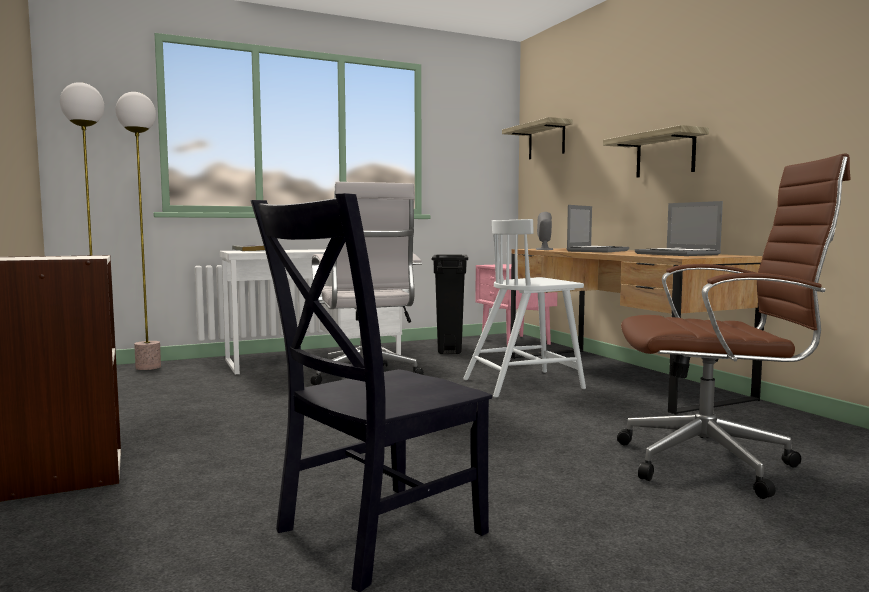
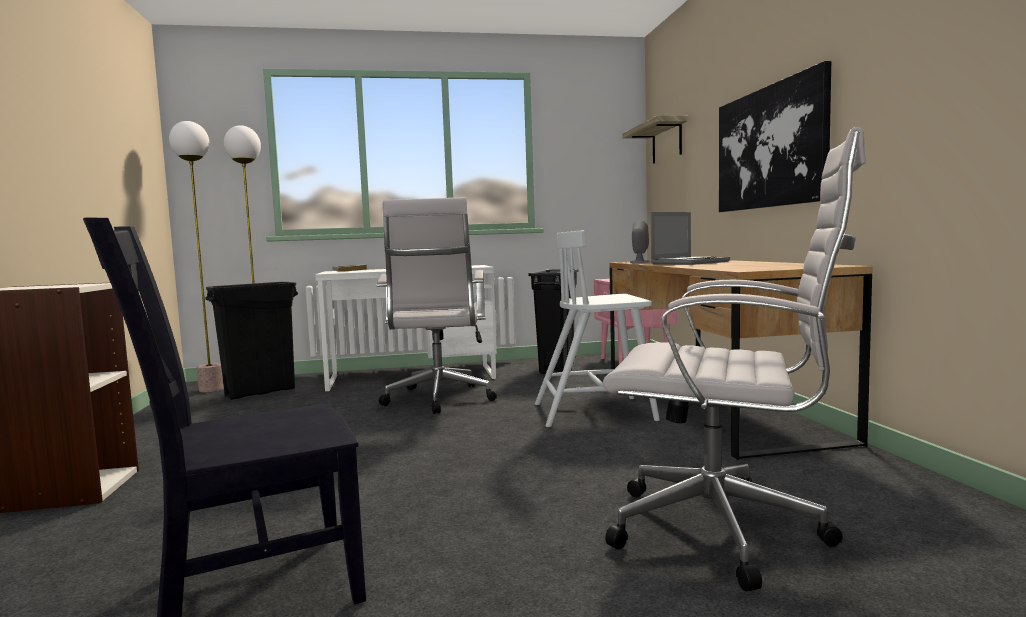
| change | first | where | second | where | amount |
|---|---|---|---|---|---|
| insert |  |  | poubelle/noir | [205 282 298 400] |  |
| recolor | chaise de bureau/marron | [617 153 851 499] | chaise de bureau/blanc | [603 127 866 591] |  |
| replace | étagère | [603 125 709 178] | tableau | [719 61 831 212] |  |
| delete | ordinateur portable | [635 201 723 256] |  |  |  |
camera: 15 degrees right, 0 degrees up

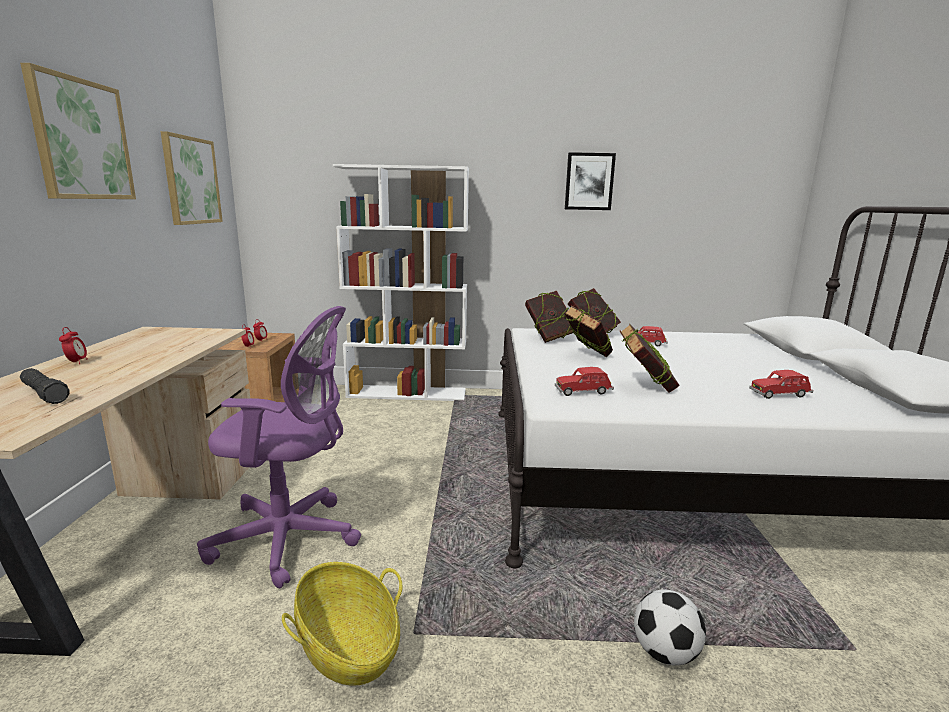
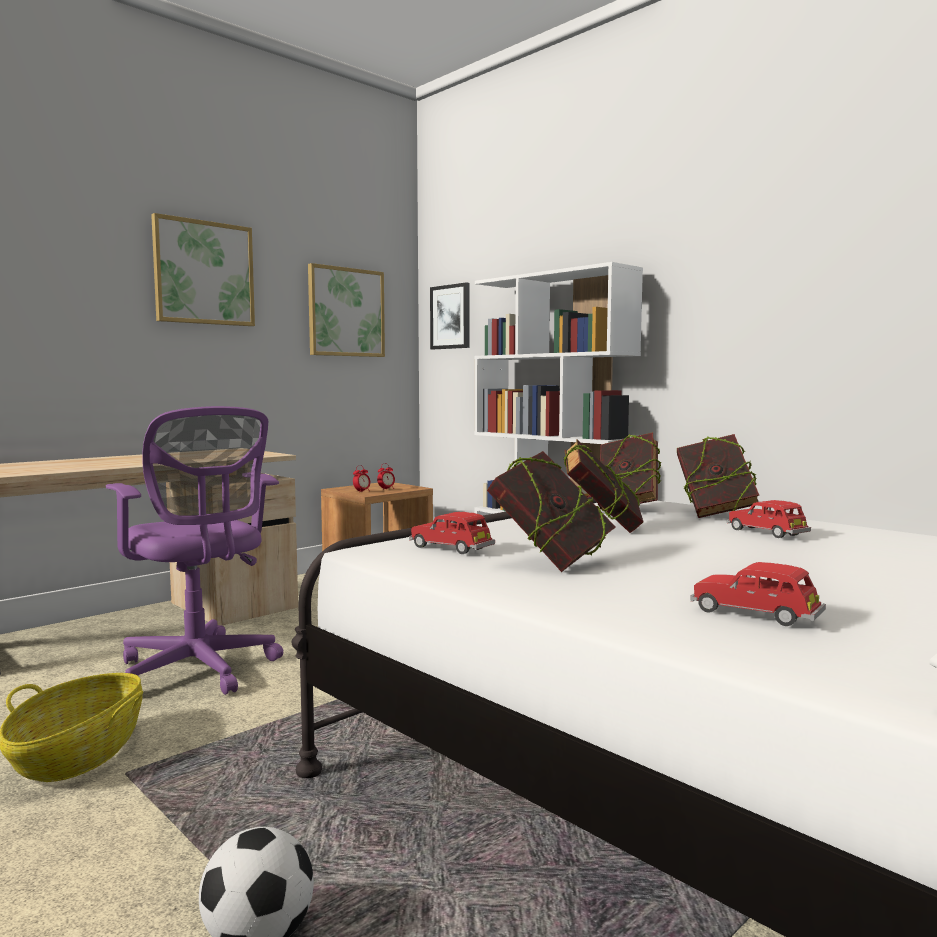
| change | first | where | second | where | amount |
|---|---|---|---|---|---|
| move | tableau | [565 152 616 210] |  | [430 283 469 349] |  |
| delete | lampe de poche/noir | [20 368 69 404] |  |  |  |
| delete | réveil | [59 327 87 364] |  |  |  |
camera: 45 degrees right, 10 degrees down

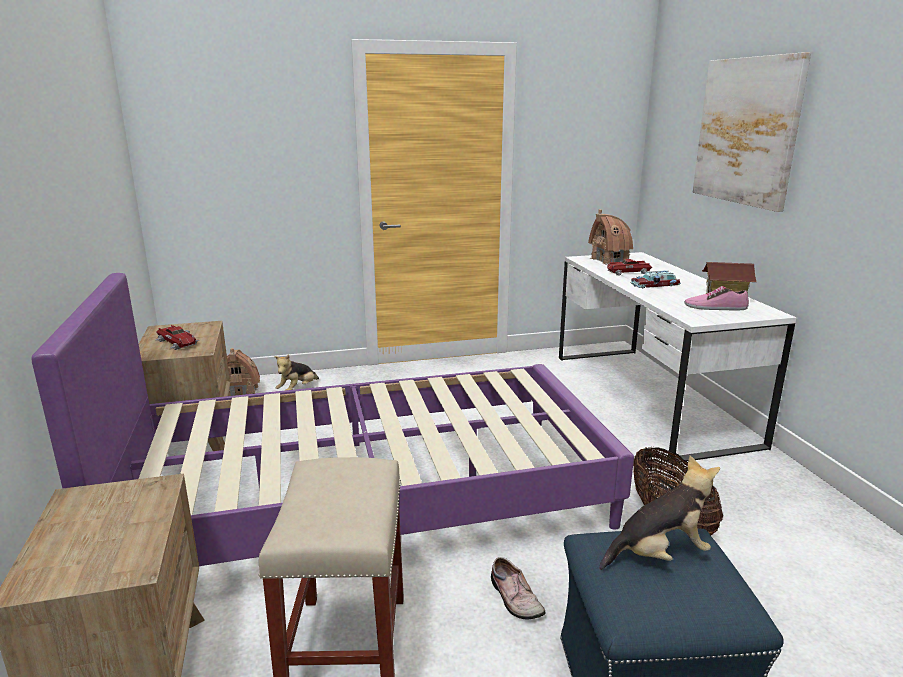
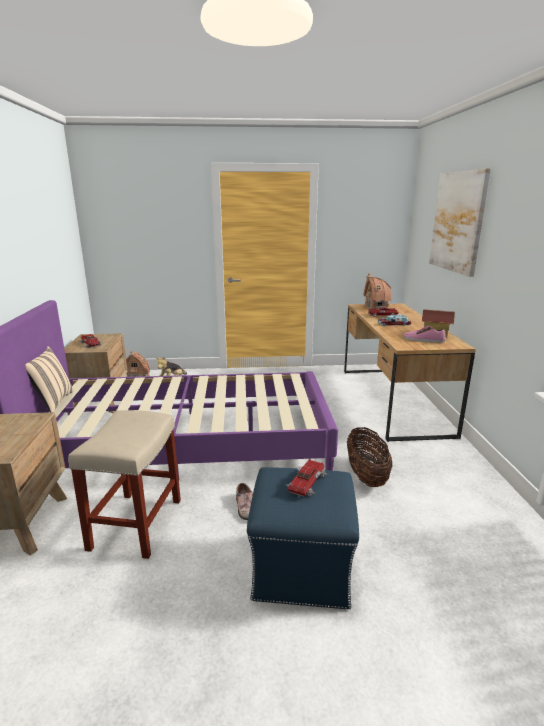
| change | first | where | second | where | amount |
|---|---|---|---|---|---|
| insert |  |  | coussin/beige | [26 346 74 412] |  |
| replace | peluche | [599 456 720 570] | petite voiture | [286 459 328 497] |  |
| recolor | bureau/blanc | [559 252 797 461] | bureau/marron | [344 304 476 442] |  |
camera: 10 degrees right, 0 degrees up

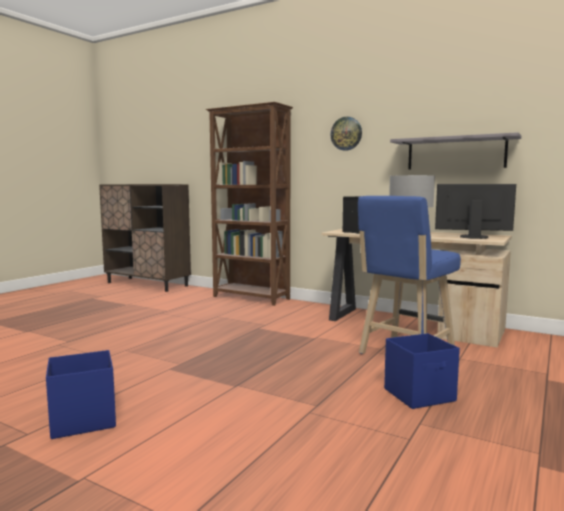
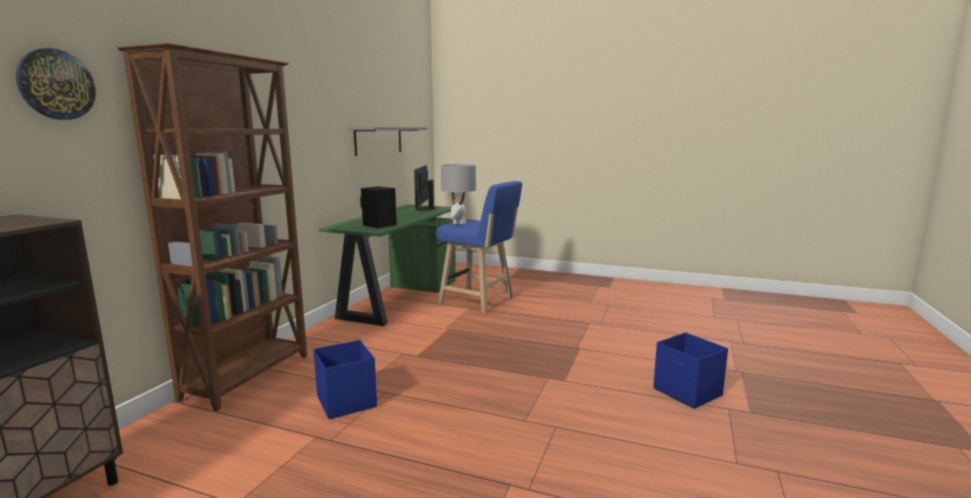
| change | first | where | second | where | amount |
|---|---|---|---|---|---|
| move | horloge murale | [330 117 362 151] |  | [16 48 96 120] |  |
| move | boîte de rangement/bleu | [384 333 460 409] |  | [313 340 377 419] |  |
| recolor | bureau/beige | [321 229 512 348] | bureau/vert | [319 204 456 326] |  |
camera: 100 degrees left, 5 degrees up

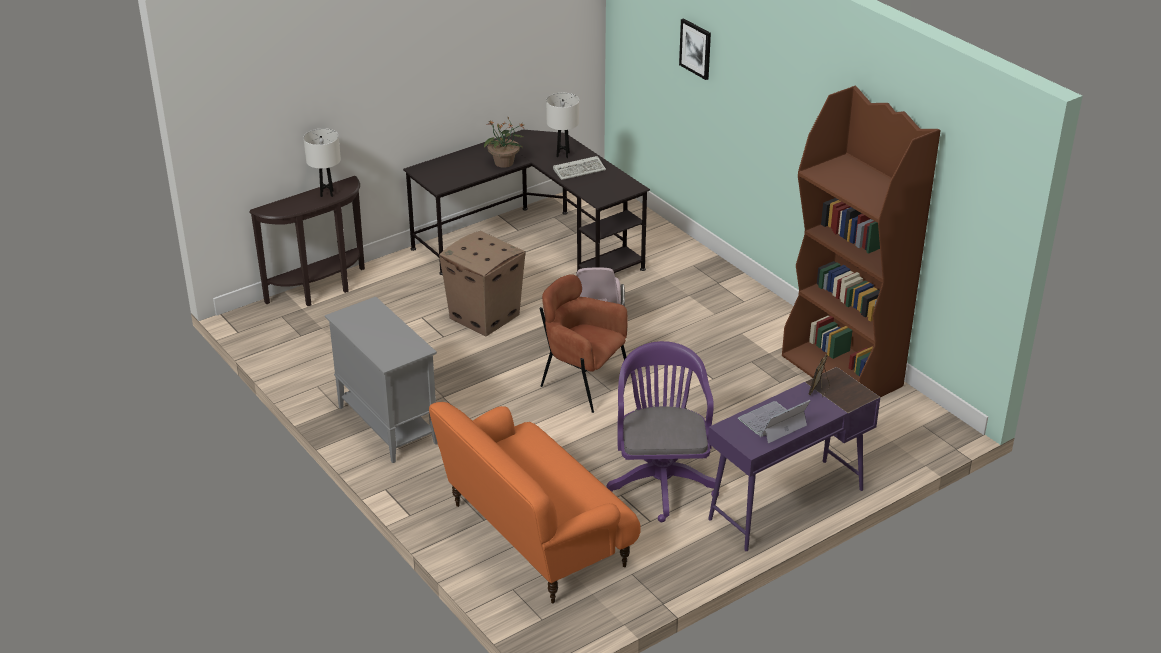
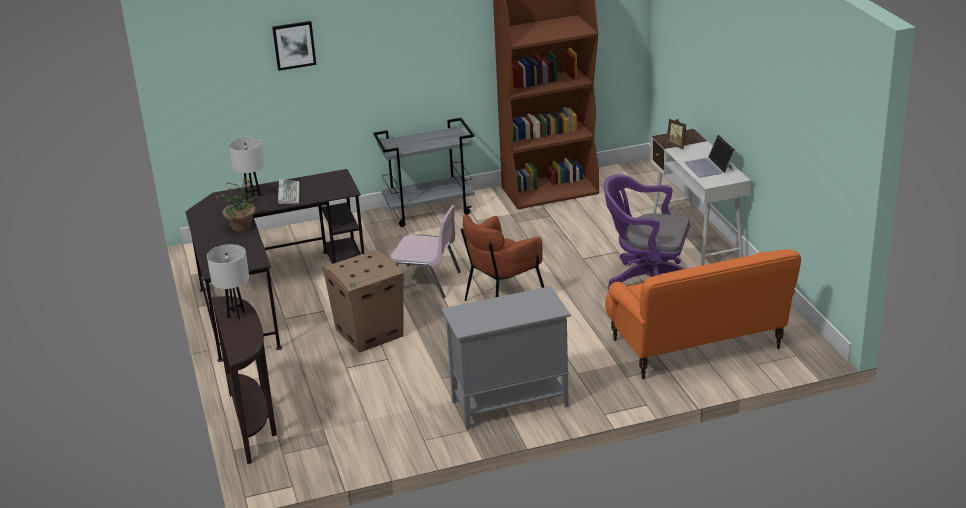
| change | first | where | second | where | amount |
|---|---|---|---|---|---|
| insert |  |  | chariot/gris | [373 118 475 227] |  |
| recolor | bureau/violet | [708 367 880 551] | bureau/blanc | [651 128 751 266] |  |
camera: 70 degrees left, 5 degrees down

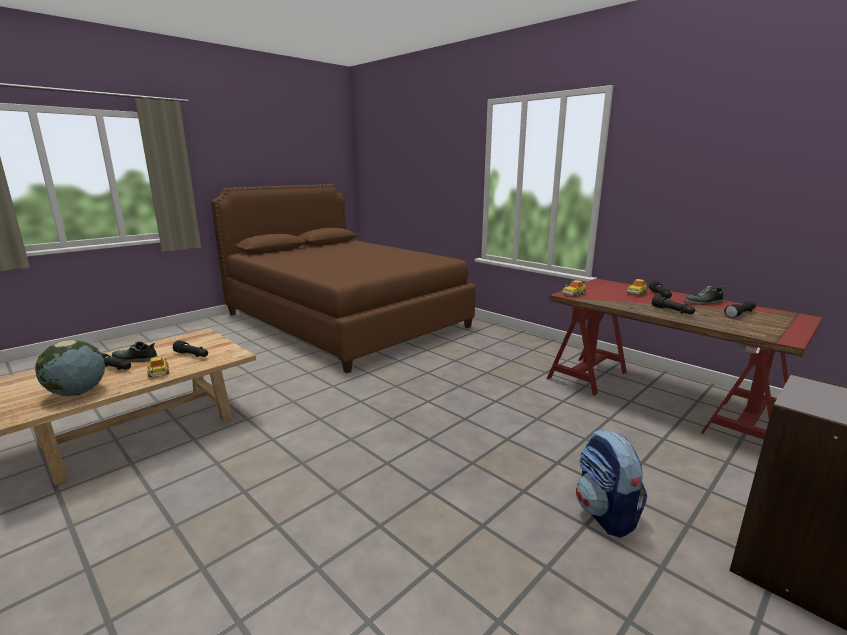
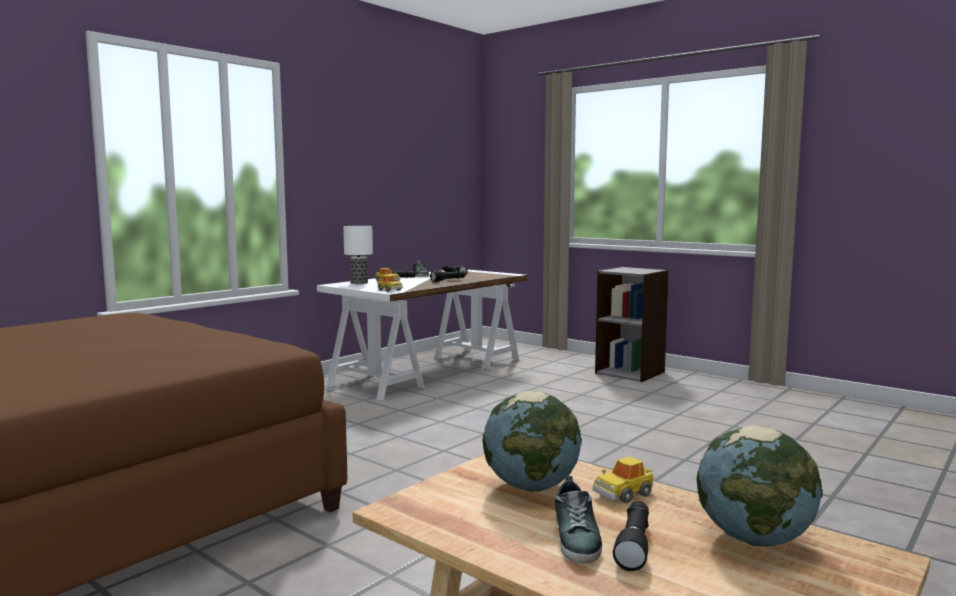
| change | first | where | second | where | amount |
|---|---|---|---|---|---|
| recolor | bureau/rouge | [547 279 823 440] | bureau/blanc | [317 270 528 401] |  |
| insert |  |  | lampe de table | [343 226 373 284] |  |
| replace | lampe de poche/noir | [173 340 208 357] | globe | [483 391 582 492] |  |
| delete | sac à dos | [576 429 647 538] |  |  |  |
camera: 95 degrees left, 10 degrees down

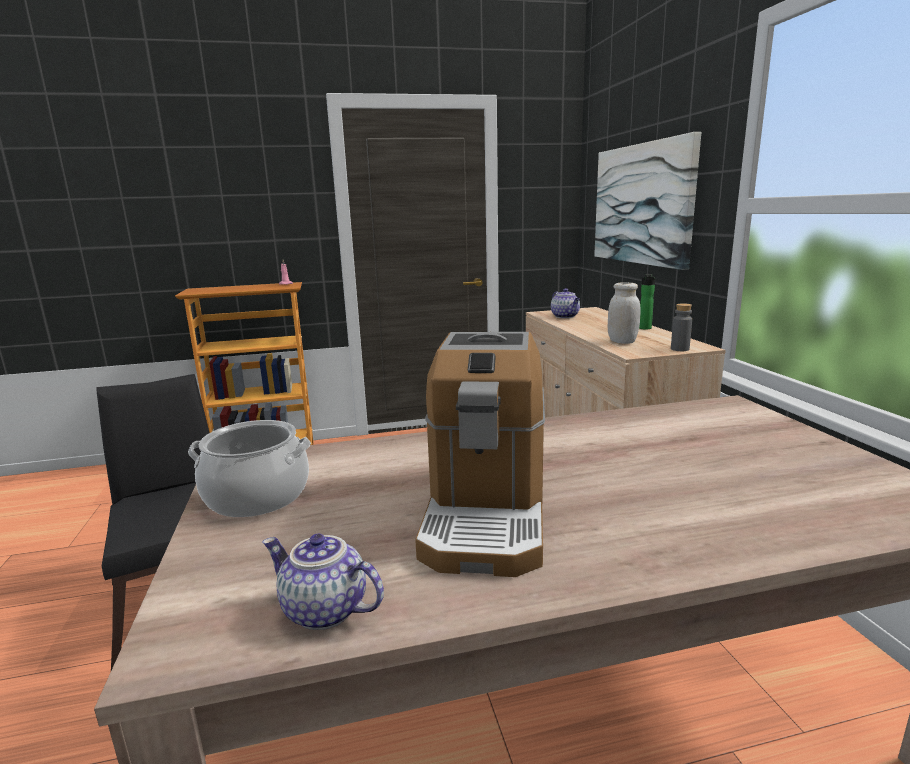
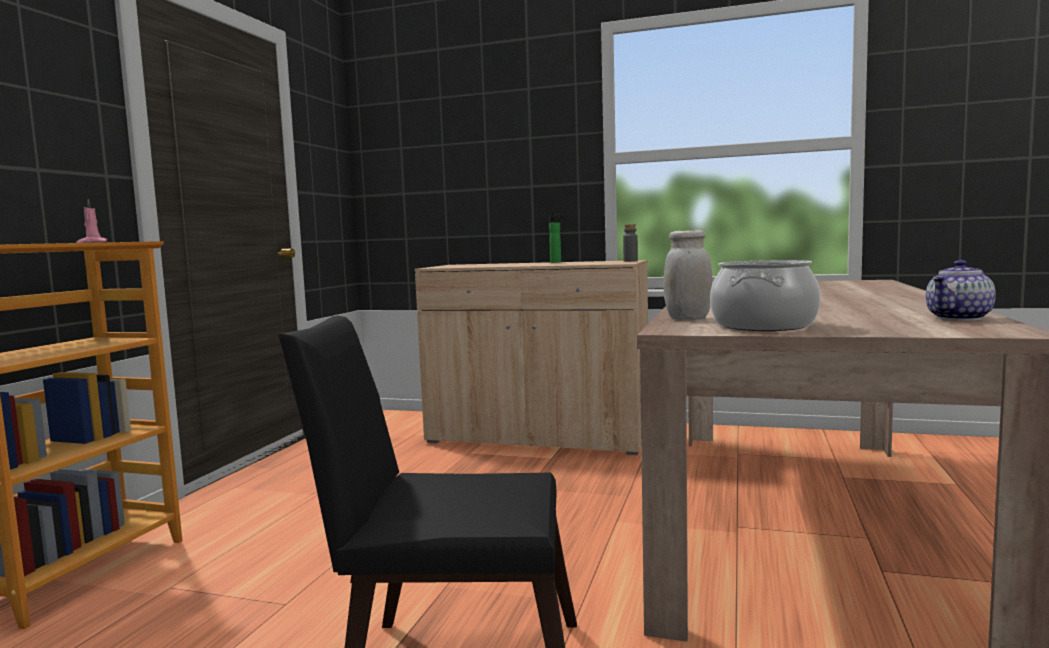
| change | first | where | second | where | amount |
|---|---|---|---|---|---|
| move | bocal/blanc | [608 282 641 344] |  | [663 230 712 320] |  |
| delete | machine à café | [415 332 545 577] |  |  |  |
| delete | théière | [551 288 580 318] |  |  |  |
| delete | tableau | [594 132 701 270] |  |  |  |
camera: 60 degrees left, 10 degrees down

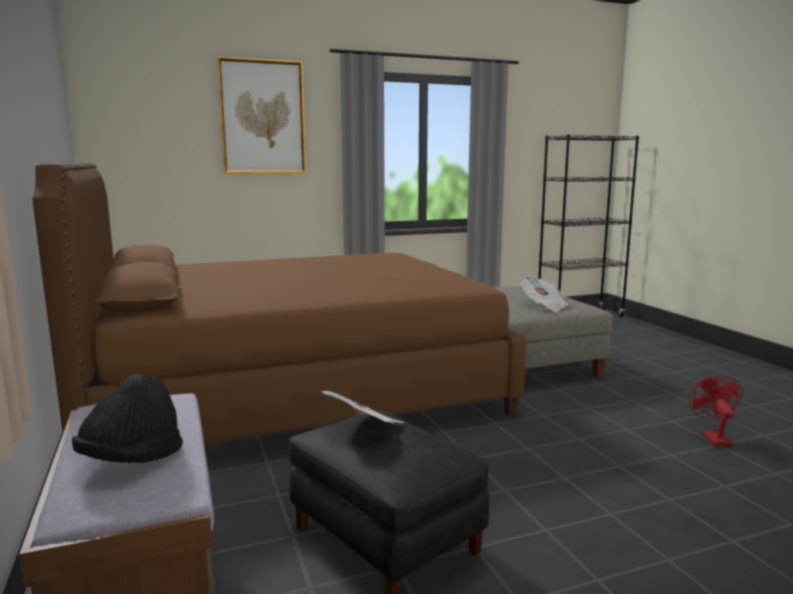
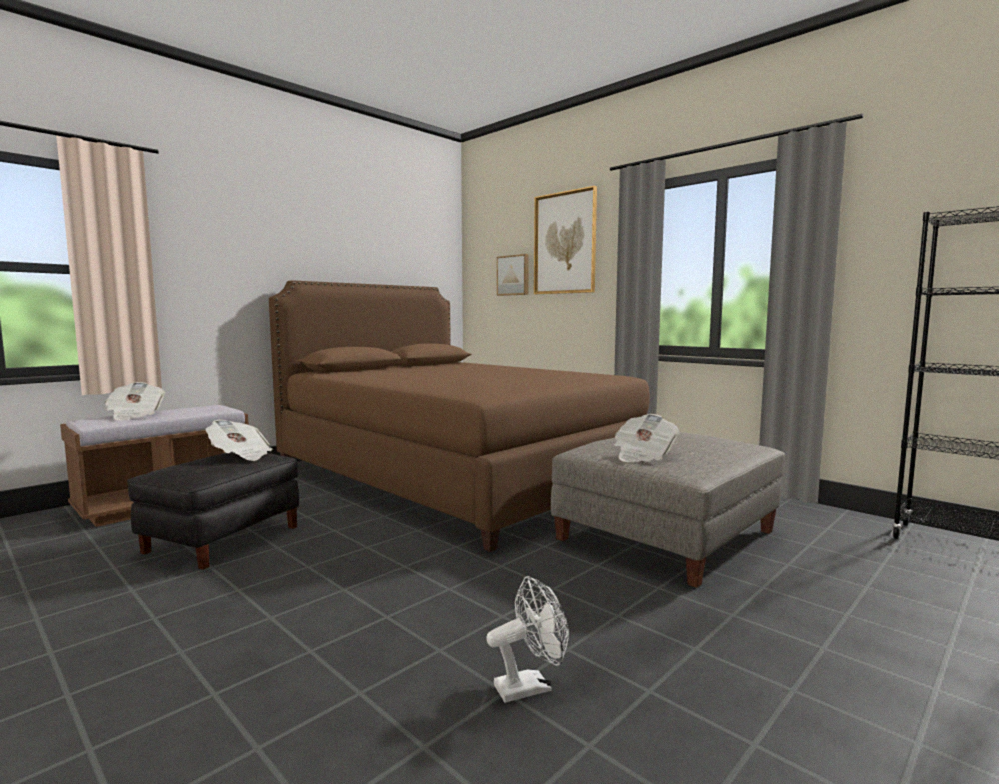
| change | first | where | second | where | amount |
|---|---|---|---|---|---|
| replace | chapeau/noir | [72 374 183 463] | journal | [105 382 166 420] |  |
| recolor | ventilateur/rouge | [688 374 743 446] | ventilateur/blanc | [487 576 569 703] |  |
| insert |  |  | tableau | [497 254 529 296] |  |
camera: 65 degrees right, 5 degrees down

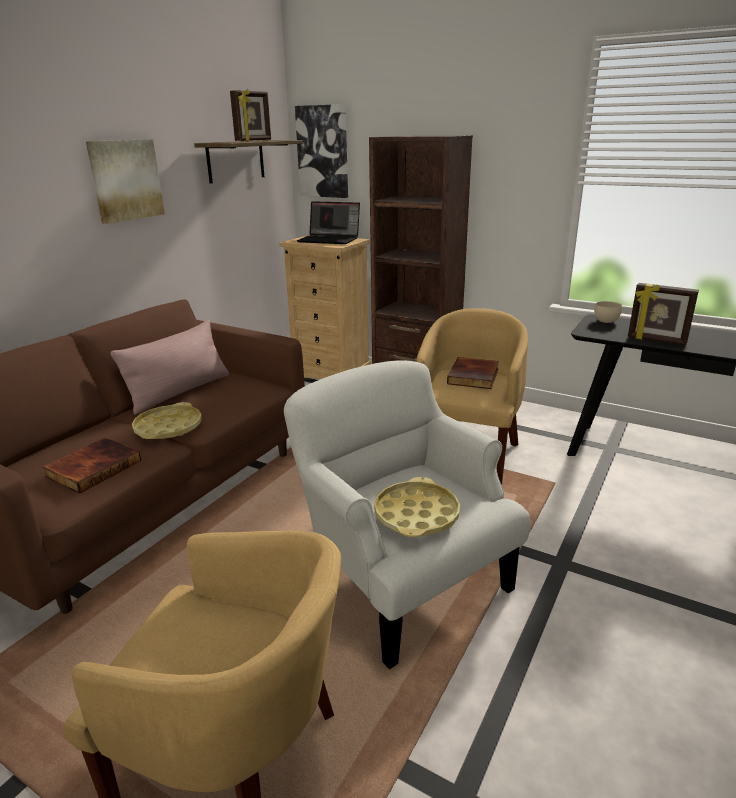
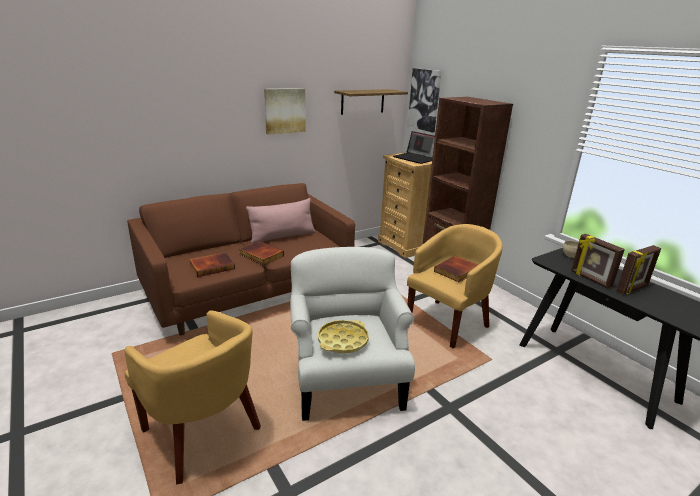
| change | first | where | second | where | amount |
|---|---|---|---|---|---|
| replace | plateau/jaune | [132 402 202 439] | livre | [239 241 284 265] |  |
| move | cadre photo | [230 89 271 142] |  | [616 245 661 295] |  |
camera: 25 degrees right, 0 degrees up

